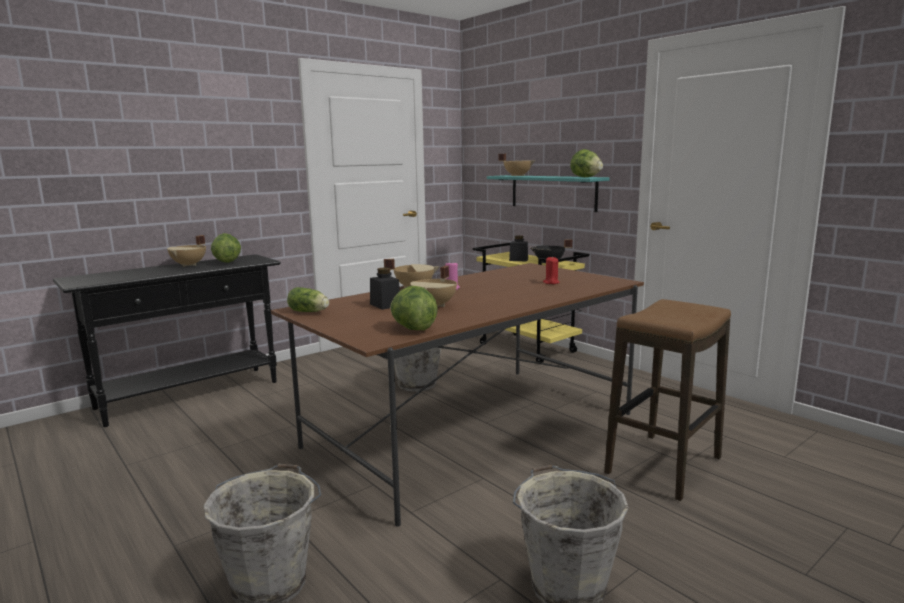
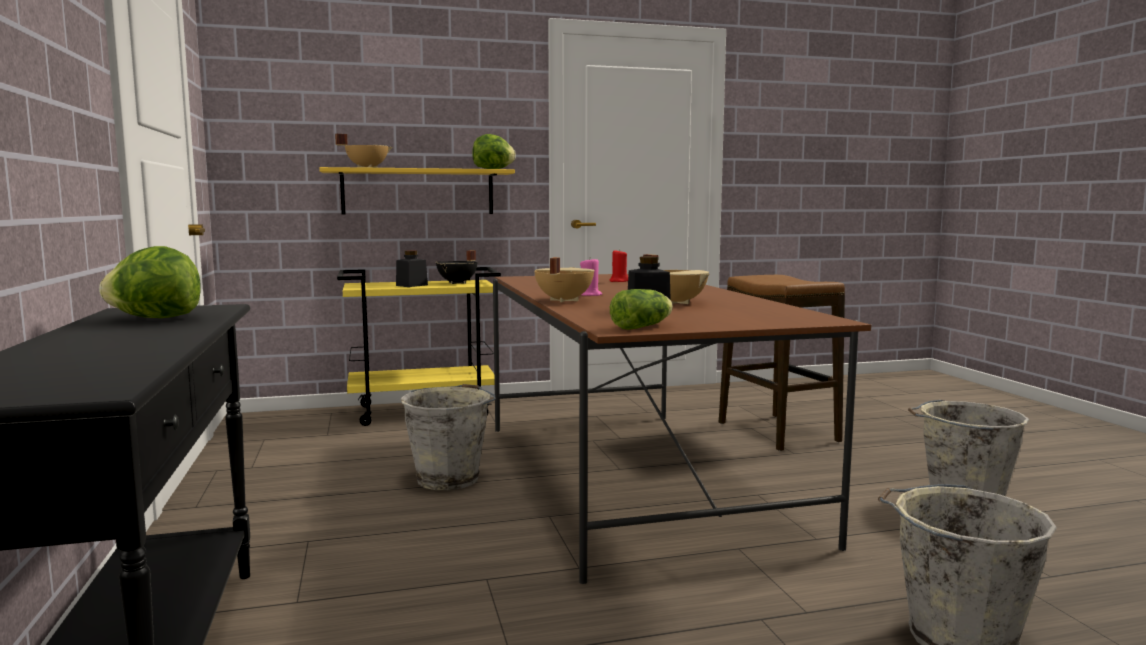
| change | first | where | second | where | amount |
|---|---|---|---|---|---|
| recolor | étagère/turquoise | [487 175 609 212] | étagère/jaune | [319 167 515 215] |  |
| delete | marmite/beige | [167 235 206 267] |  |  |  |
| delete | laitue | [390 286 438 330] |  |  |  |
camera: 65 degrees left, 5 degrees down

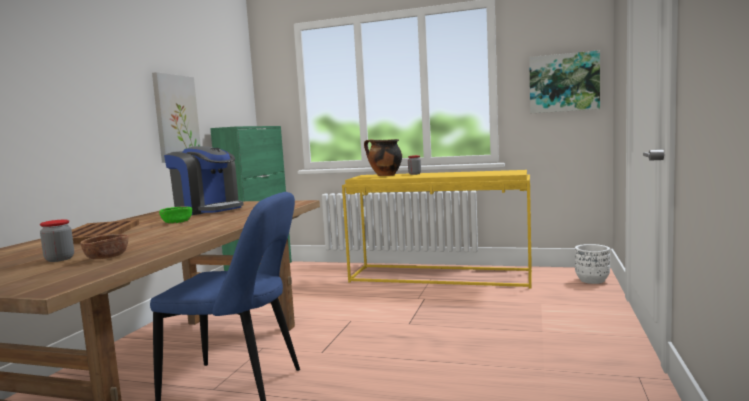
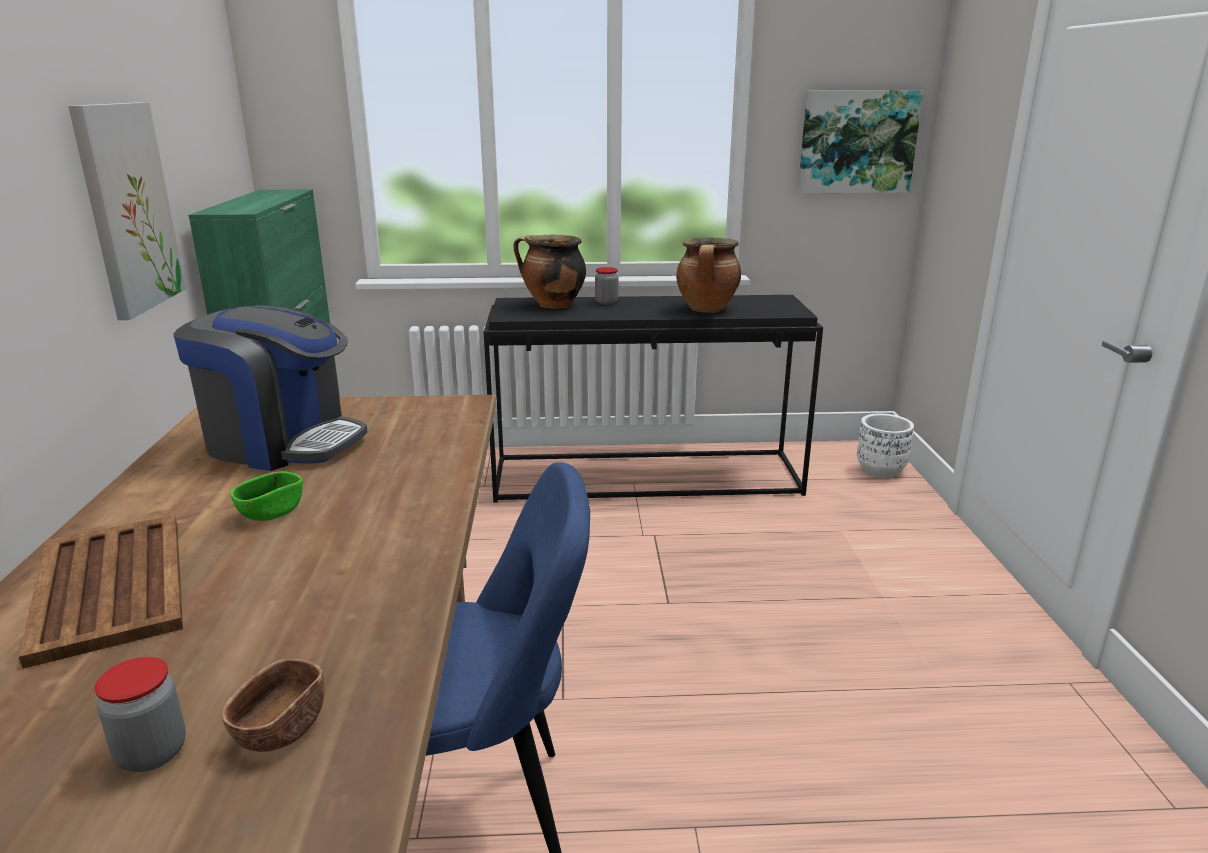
| change | first | where | second | where | amount |
|---|---|---|---|---|---|
| recolor | table console/jaune | [342 170 532 288] | table console/noir | [484 295 823 502] |  |
| insert |  |  | marmite | [676 237 741 313] |  |
camera: 20 degrees left, 15 degrees up

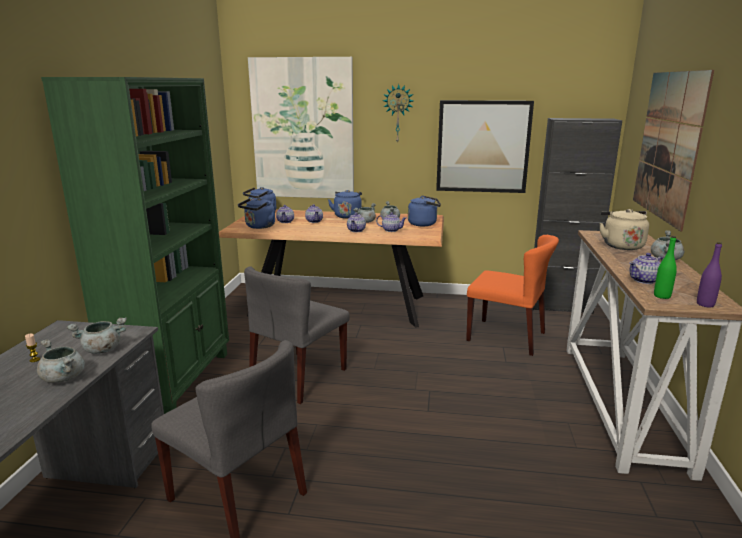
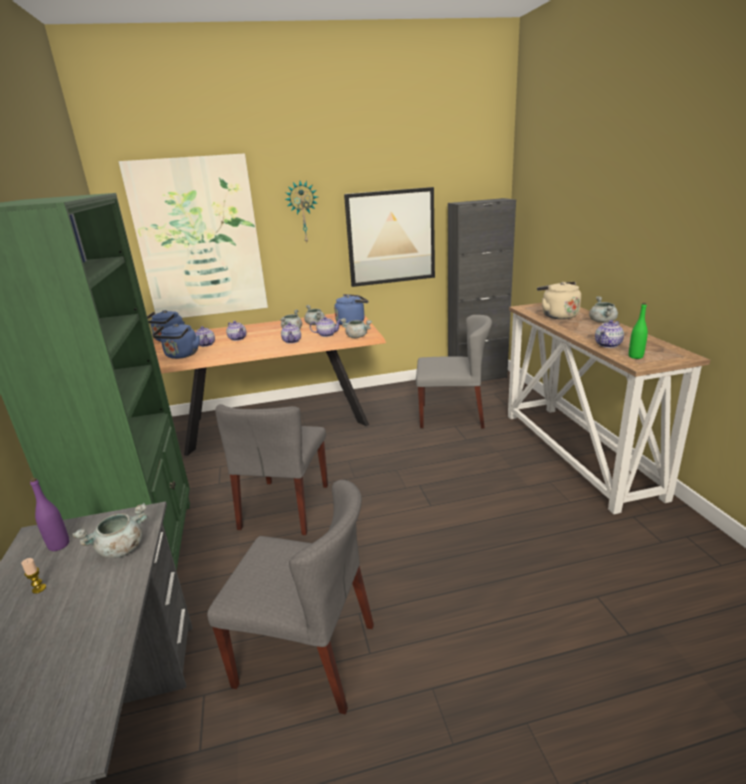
| change | first | where | second | where | amount |
|---|---|---|---|---|---|
| move | bouteille/violet | [697 242 722 307] |  | [30 478 69 551] |  |
| move | marmite/gris | [37 339 85 383] |  | [340 318 372 338] |  |
| recolor | chaise/orange | [466 235 559 356] | chaise/gris | [416 315 492 429] |  |
| delete | bouilloire/bleu | [328 190 362 219] |  |  |  |
| delete | tableau | [633 70 714 231] |  |  |  |
camera: 20 degrees left, 5 degrees up

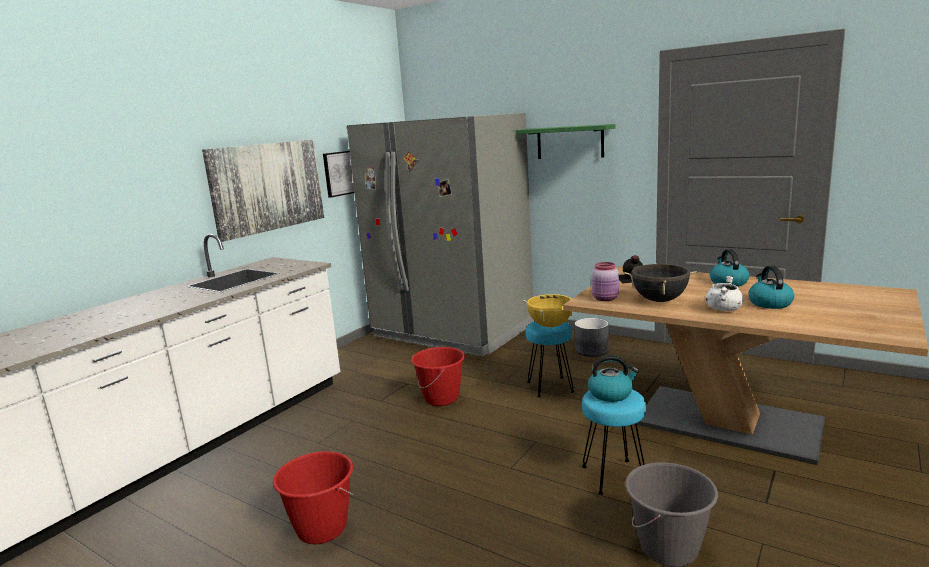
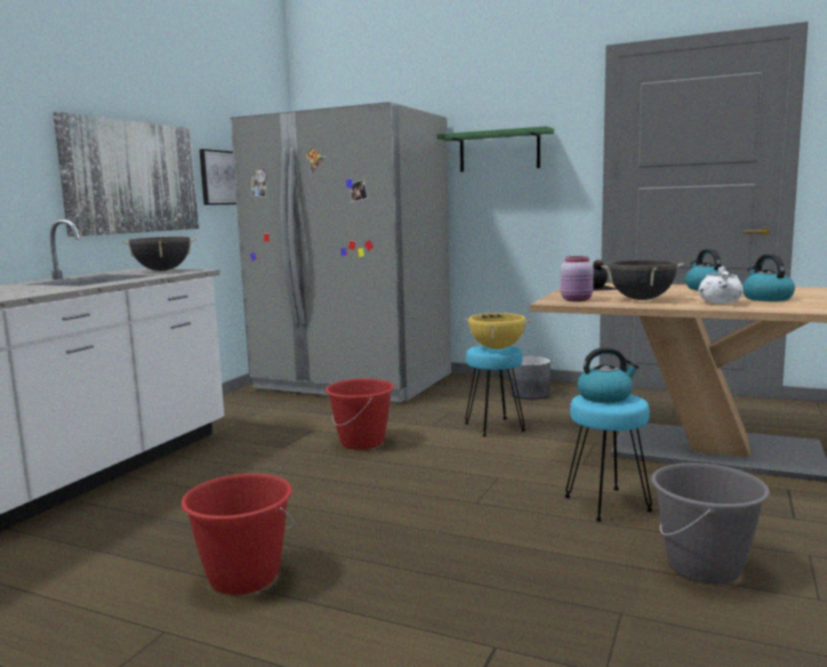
| change | first | where | second | where | amount |
|---|---|---|---|---|---|
| insert |  |  | marmite/noir | [121 237 197 271] |  |
camera: 10 degrees left, 5 degrees down

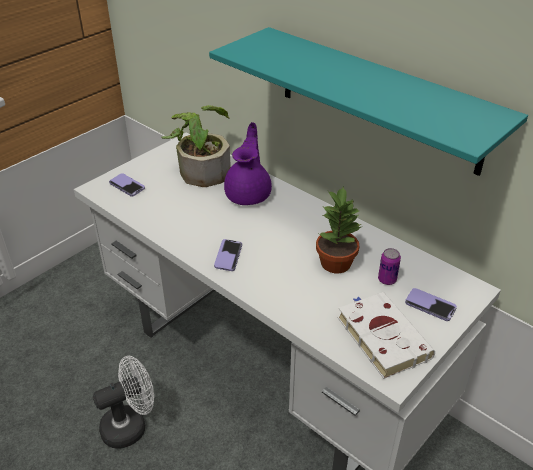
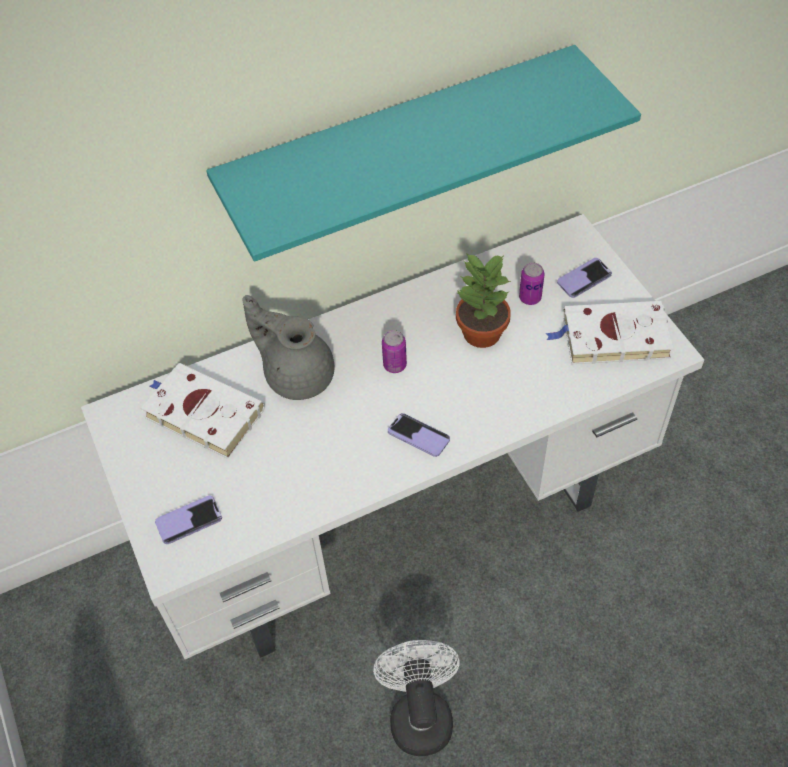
| change | first | where | second | where | amount |
|---|---|---|---|---|---|
| replace | plante en pot | [161 105 231 187] | livre/blanc | [141 363 265 459] |  |
| recolor | théière/violet | [224 122 272 205] | théière/gris | [243 295 334 400] |  |
| insert |  |  | boîte métallique | [382 330 407 373] |  |
camera: 65 degrees left, 15 degrees up

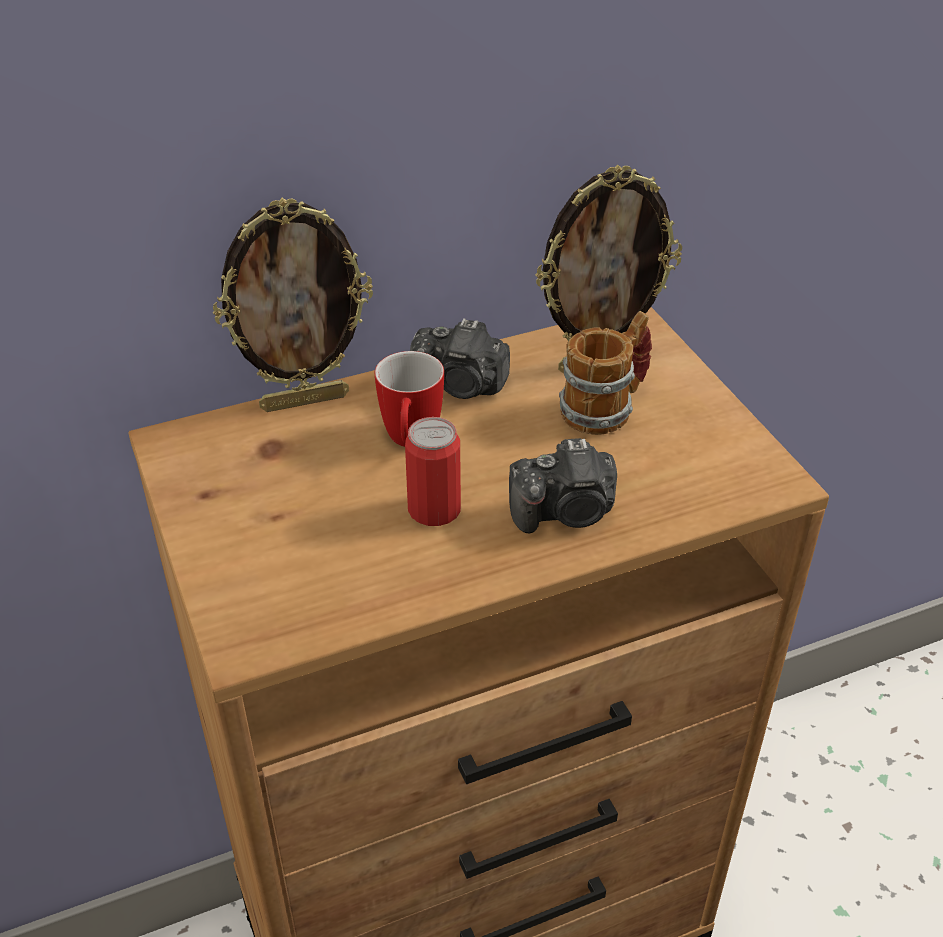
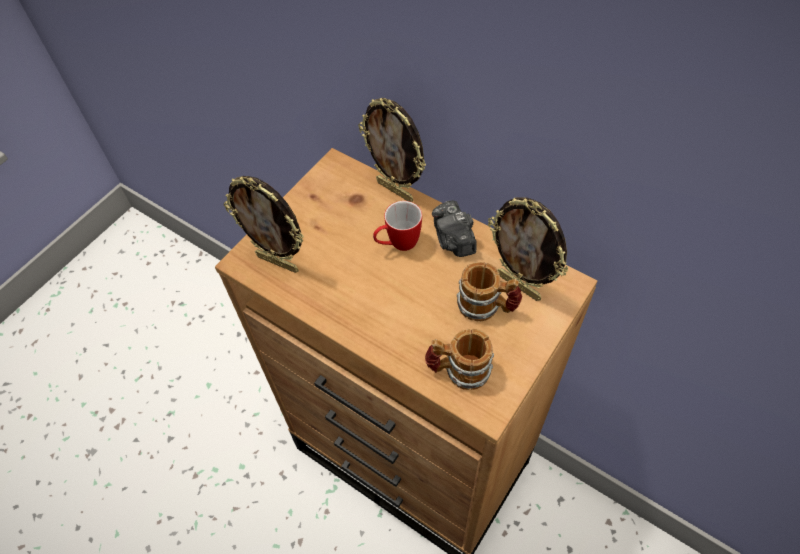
| change | first | where | second | where | amount |
|---|---|---|---|---|---|
| insert |  |  | cadre photo | [224 176 304 273] |  |
| insert |  |  | mug | [425 329 494 390] |  |
| delete | boîte métallique | [405 417 461 526] |  |  |  |
| delete | appareil photo | [509 438 617 533] |  |  |  |
camera: 60 degrees right, 15 degrees up

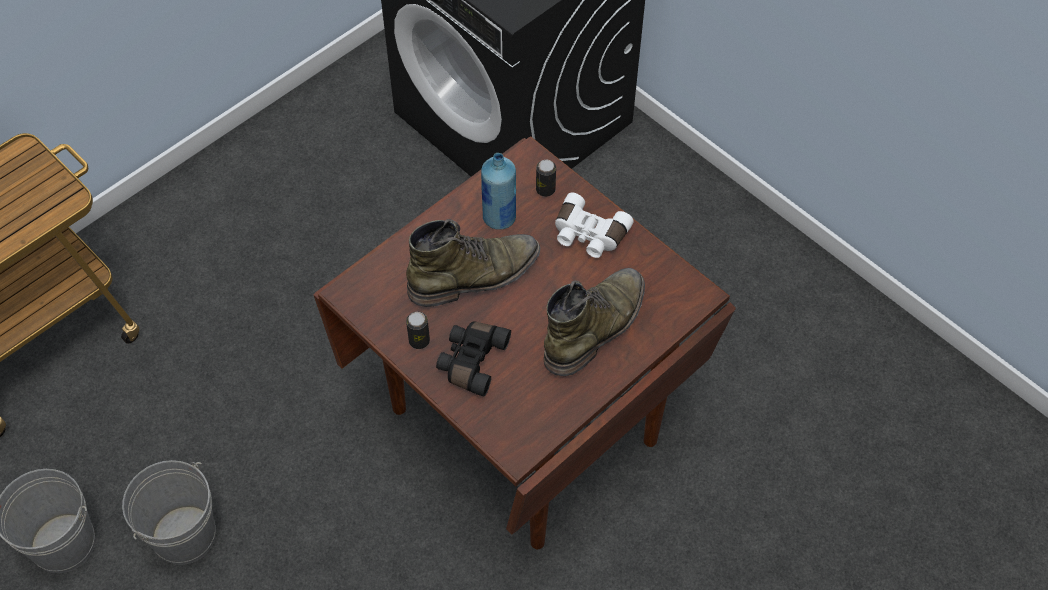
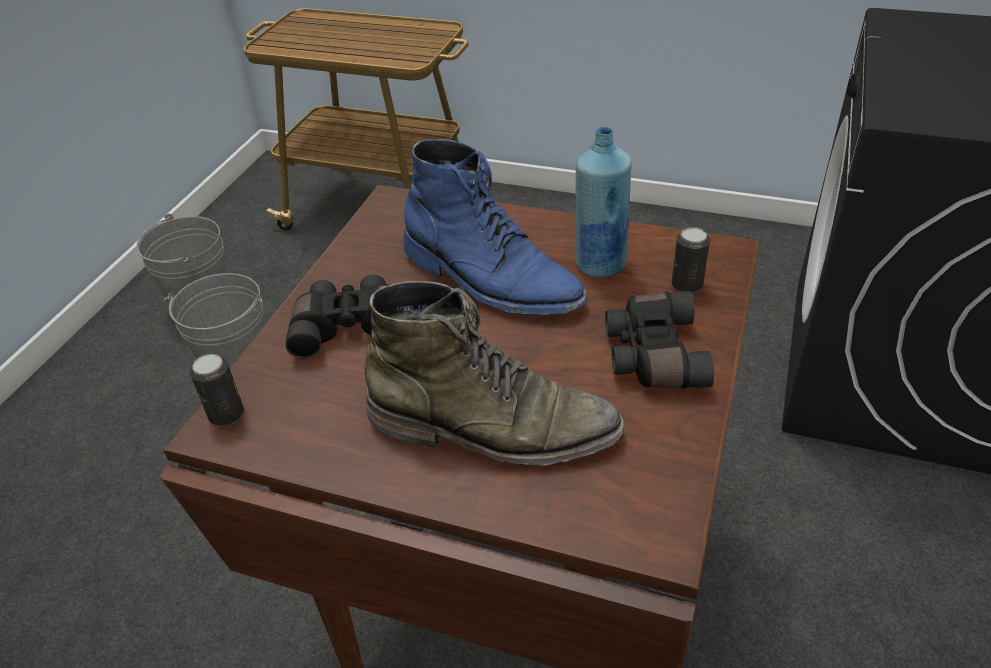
| change | first | where | second | where | amount |
|---|---|---|---|---|---|
| move | boîte métallique | [406 312 430 349] |  | [190 354 244 426] |  |
| recolor | botte/vert | [406 219 540 307] | botte/bleu | [404 139 587 314] |  |
| recolor | jumelles/blanc | [555 193 634 258] | jumelles/noir | [605 291 714 388] |  |
camera: 65 degrees right, 15 degrees down

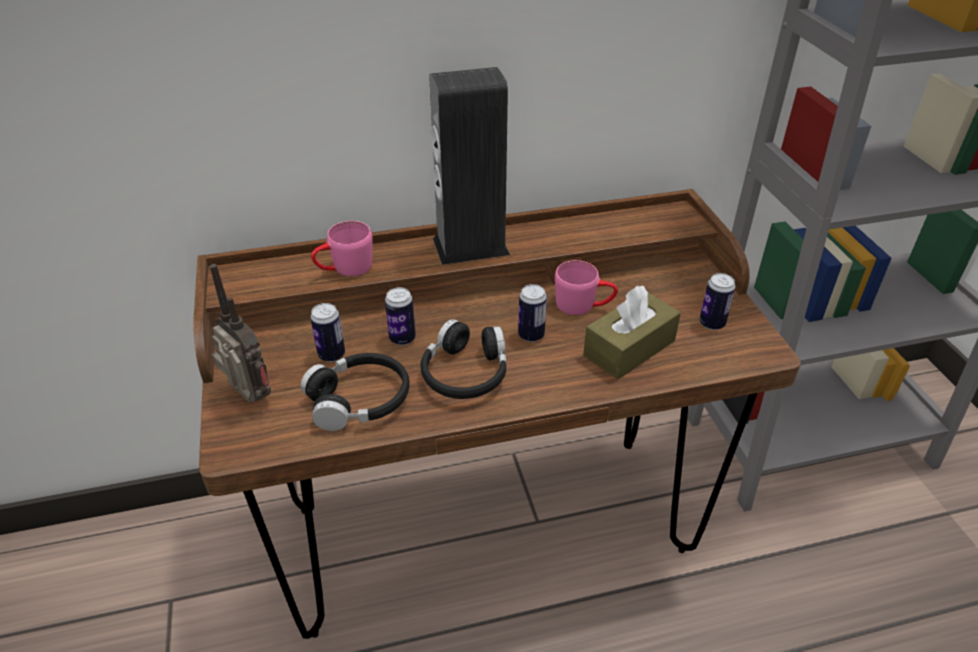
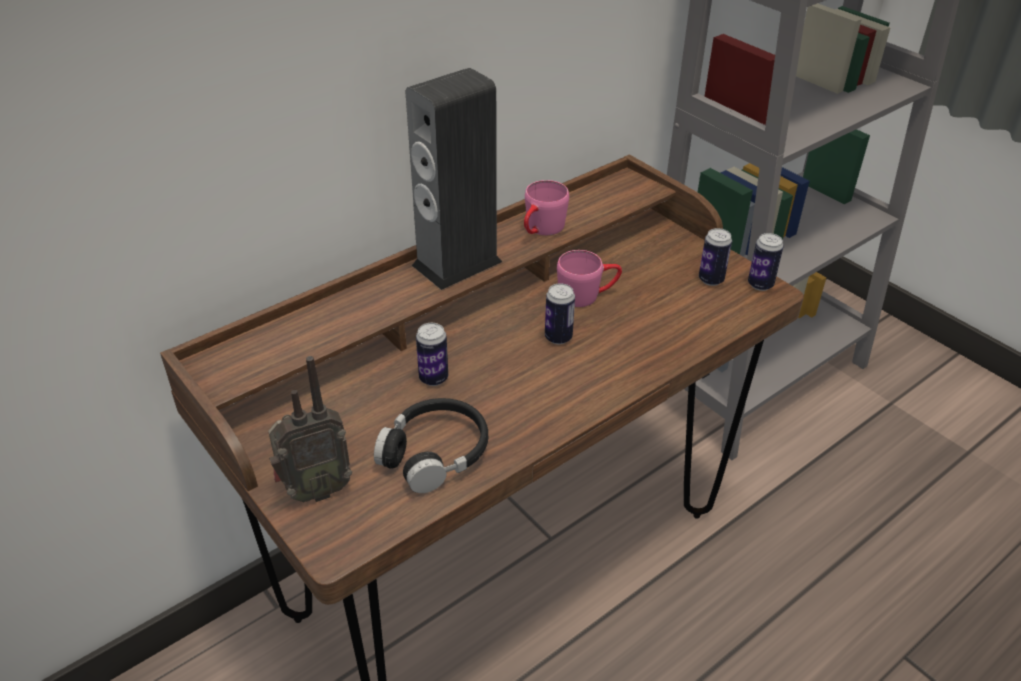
| change | first | where | second | where | amount |
|---|---|---|---|---|---|
| rotate | radio | [210 264 271 403] |  | [268 356 352 502] | 135 degrees clockwise |
| move | mug/rose | [311 221 372 276] |  | [524 180 569 235] |  |
| move | boîte métallique | [310 303 345 362] |  | [748 233 783 291] |  |
| delete | casque audio/noir | [420 319 507 399] |  |  |  |
| delete | boîte à mouchoirs/marron | [583 286 681 380] |  |  |  |
camera: 25 degrees left, 0 degrees up

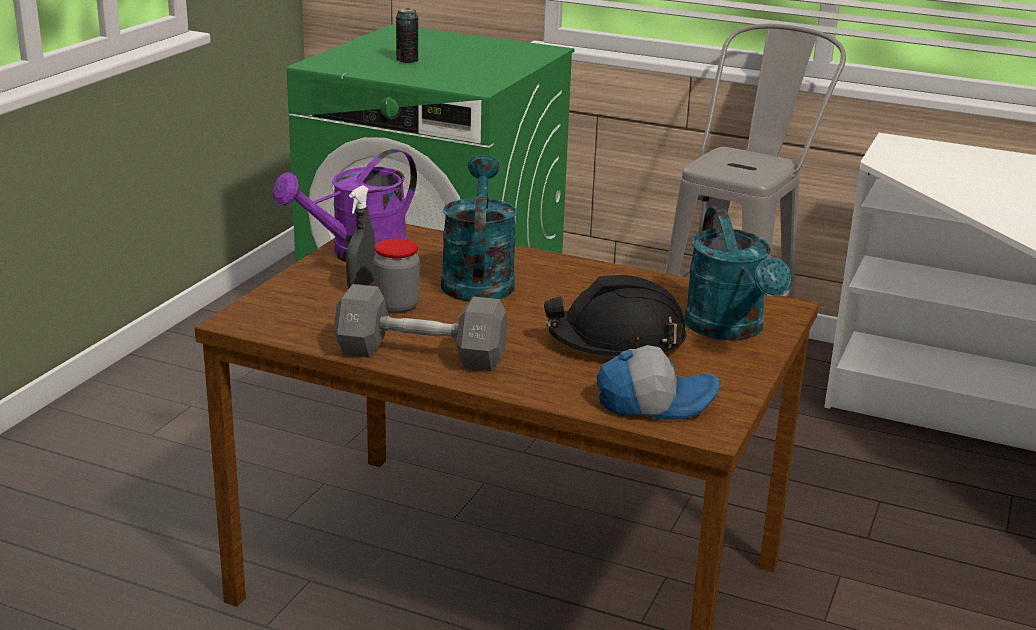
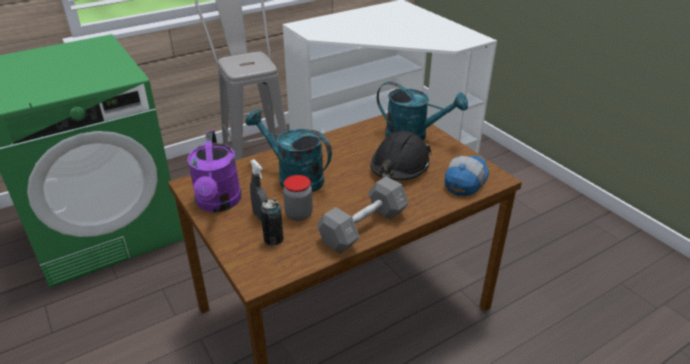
| change | first | where | second | where | amount |
|---|---|---|---|---|---|
| move | boîte métallique | [396 9 419 63] |  | [261 199 284 246] |  |
camera: 55 degrees left, 10 degrees up

